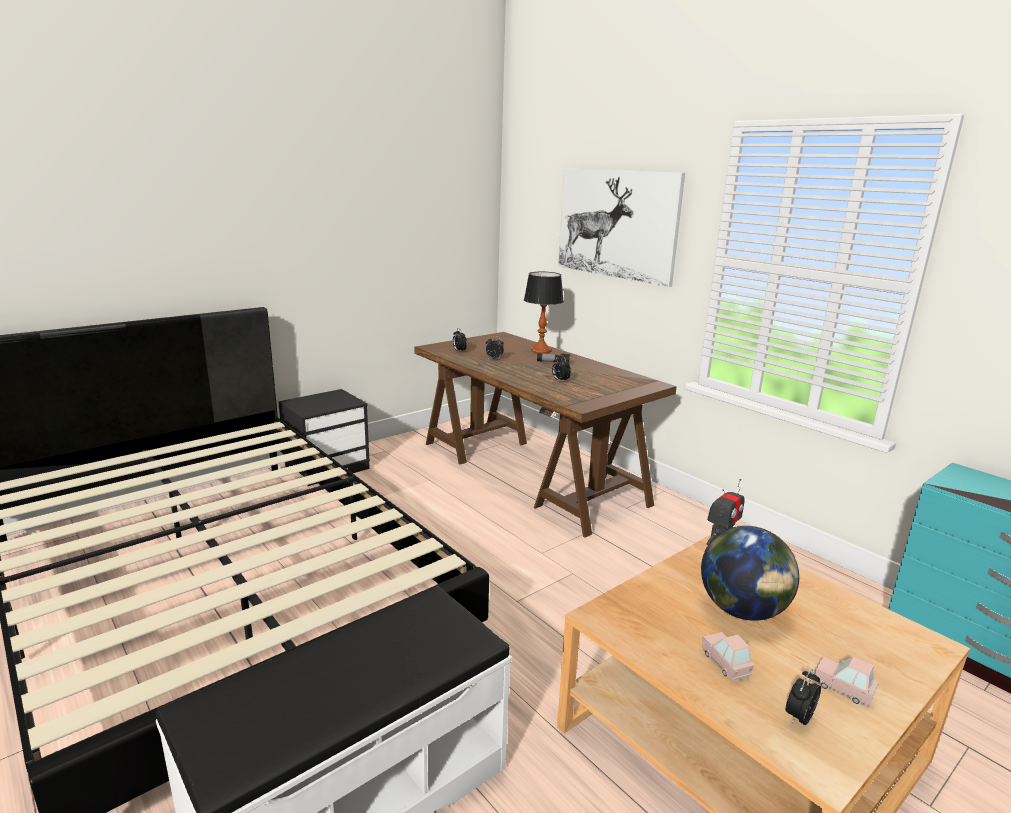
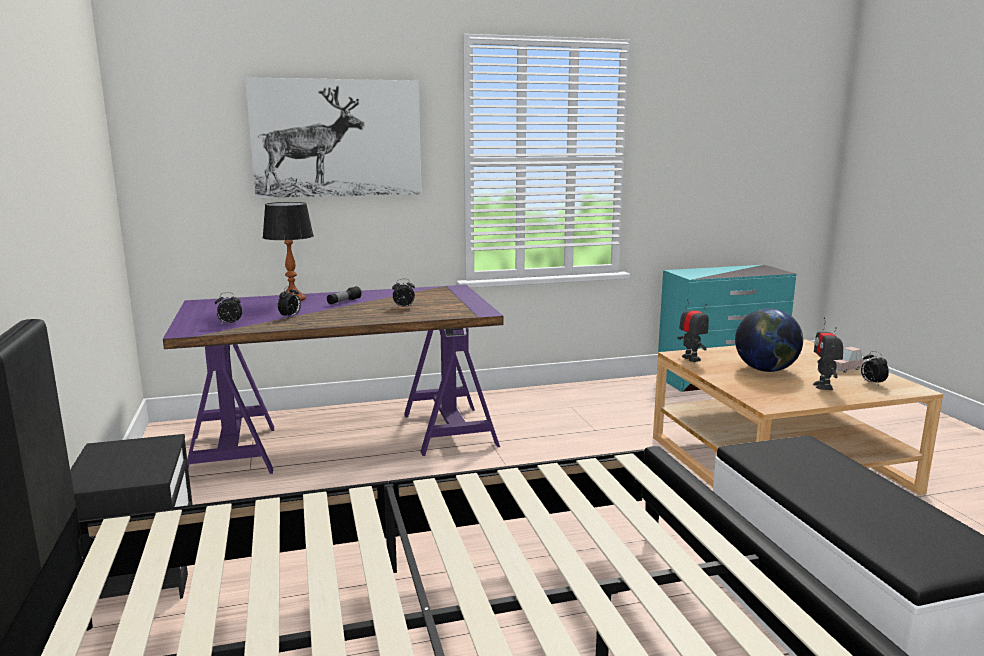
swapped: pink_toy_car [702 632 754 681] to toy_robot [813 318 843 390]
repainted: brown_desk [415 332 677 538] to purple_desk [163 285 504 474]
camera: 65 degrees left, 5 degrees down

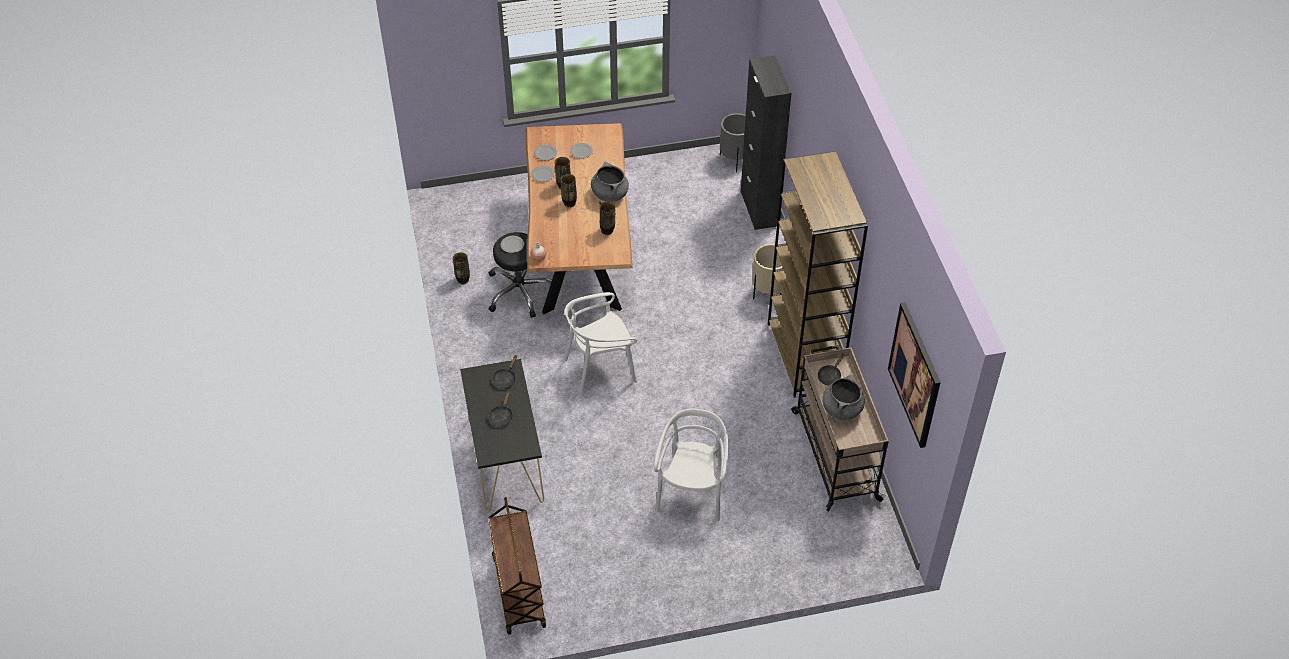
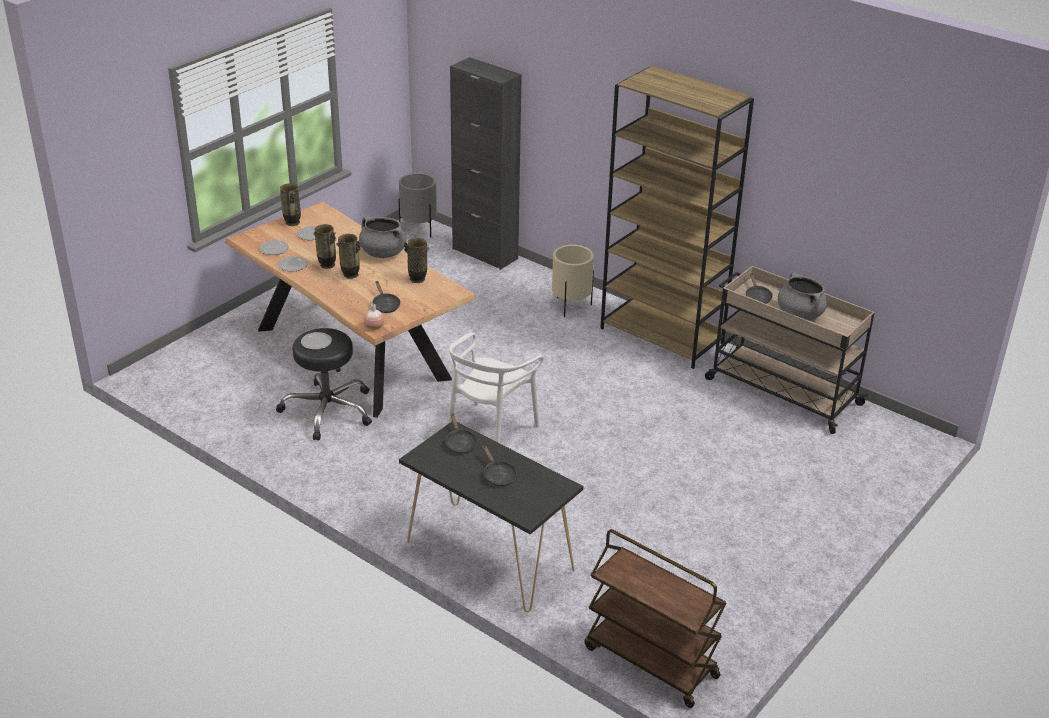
gone: white_chair [654 408 728 521]; picture [888 302 941 448]
new: black_frying_pan [372 281 400 313]
shifted: vase [453 252 470 284] to [280 183 301 226]
camera: 40 degrees left, 15 degrees down

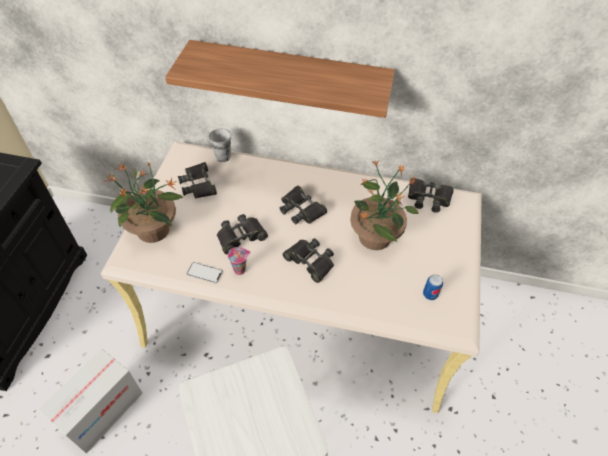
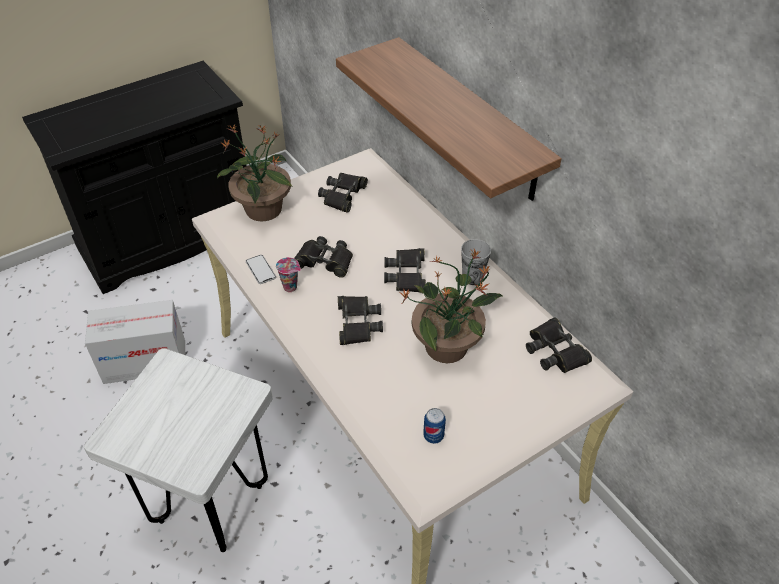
shifted: cup [209 128 231 162] to [461 239 491 285]
camera: 45 degrees right, 5 degrees down

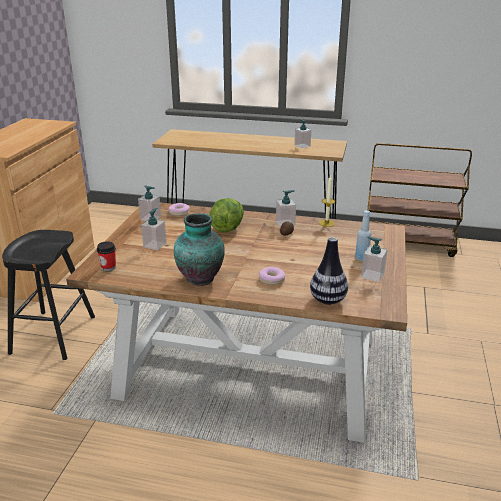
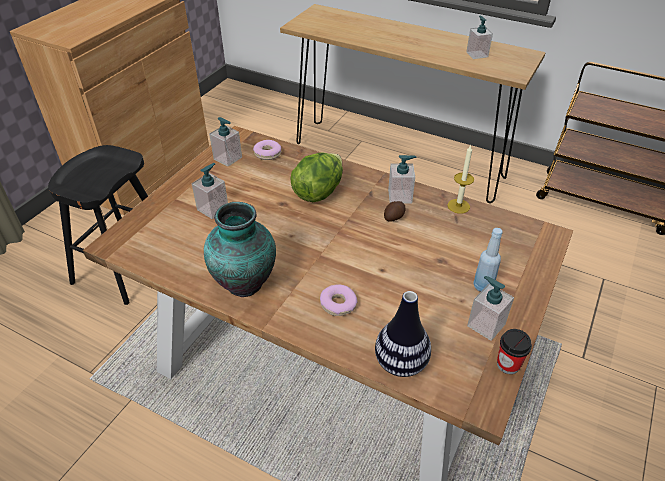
shifted: cup [97 241 116 271] to [497 329 532 374]
camera: 15 degrees right, 15 degrees up

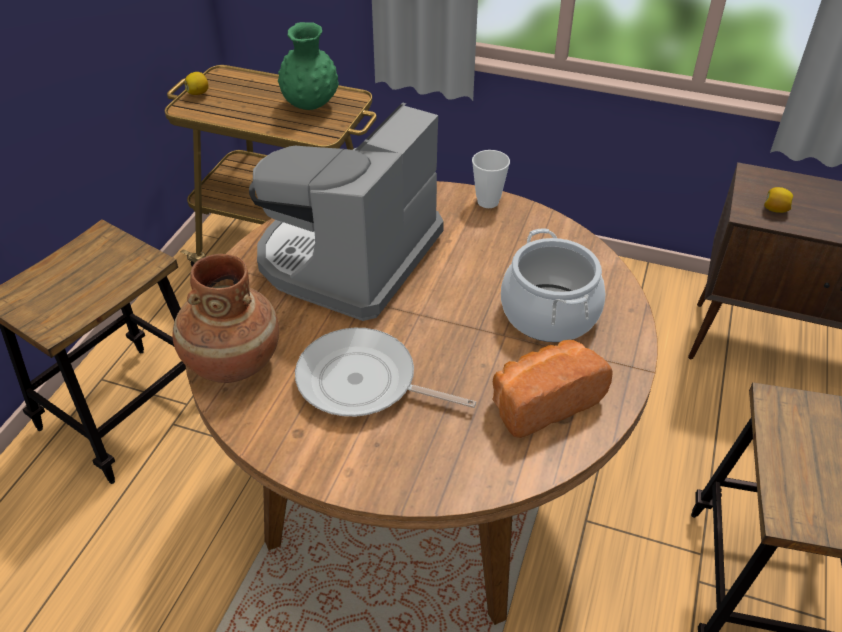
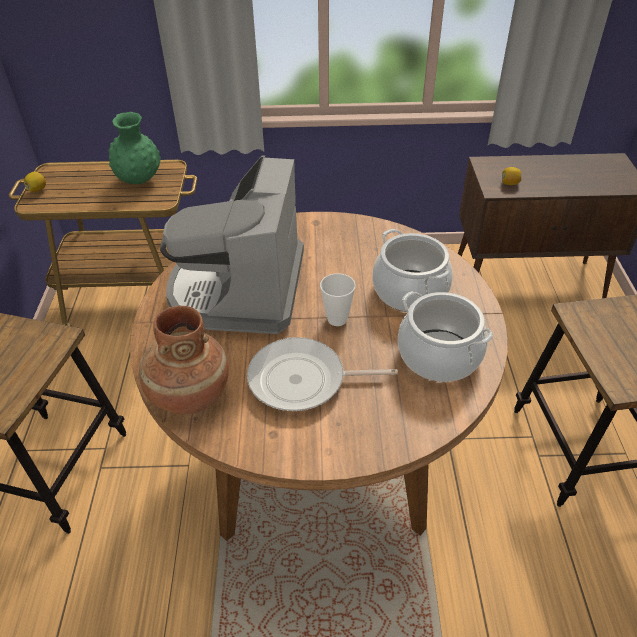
shifted: cup [472 150 510 208] to [320 273 356 326]
swapped: bread [492 340 613 438] to cooking_pot [398 291 493 382]
camera: 20 degrees left, 0 degrees up

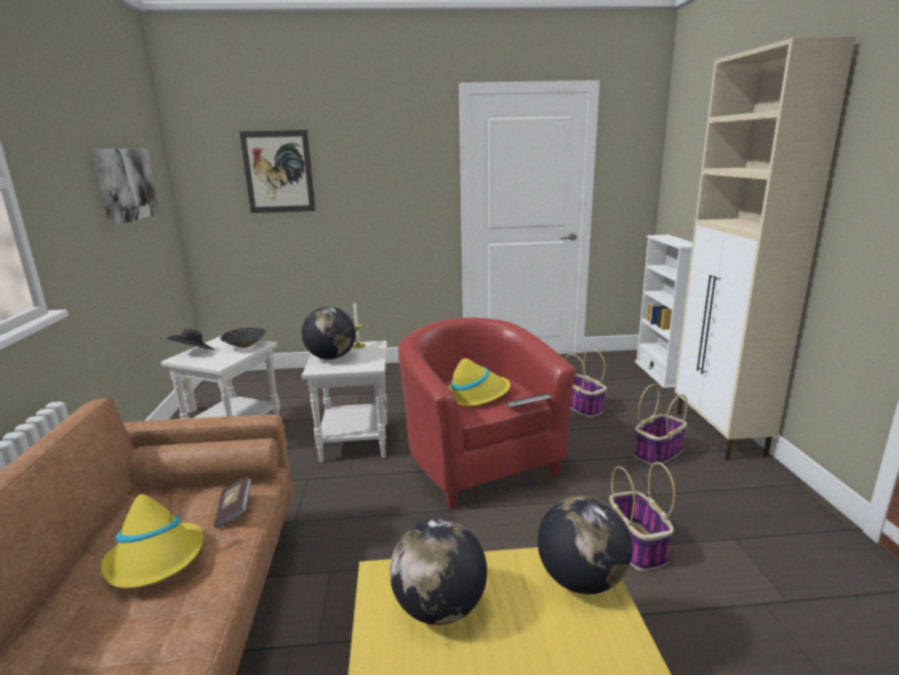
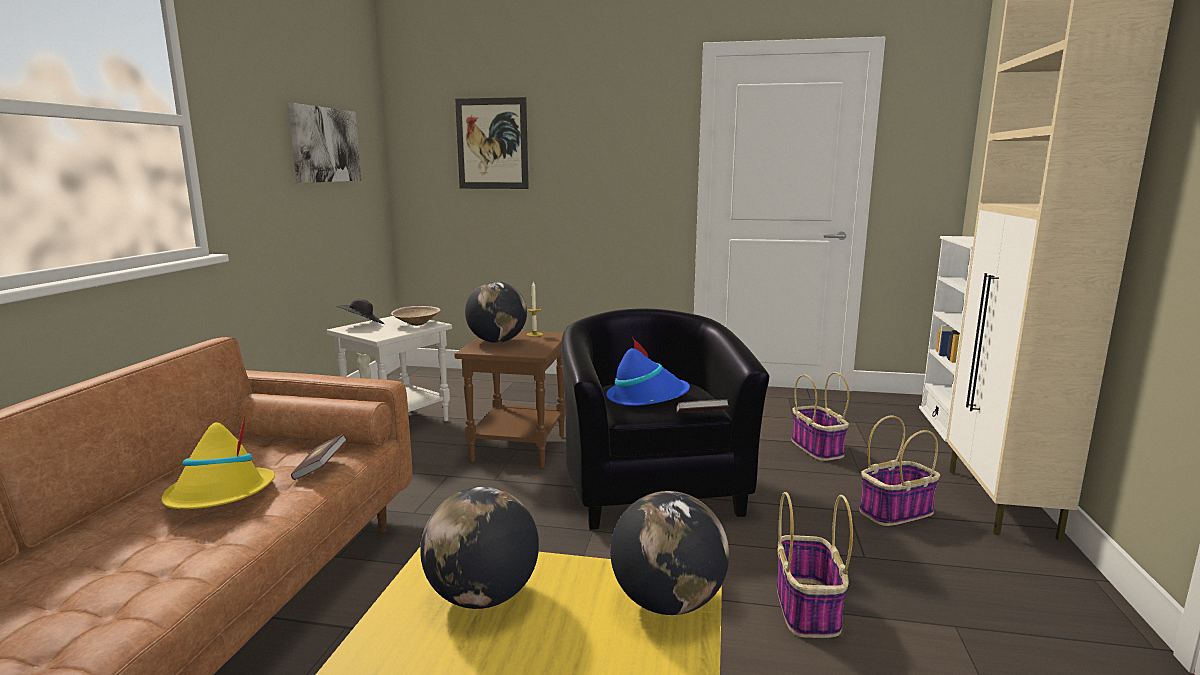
repainted: black_bowl [221 328 266 348] to beige_bowl [391 306 440 326]; white_side_table [302 341 387 462] to brown_side_table [454 331 566 468]; red_armchair [398 317 576 509] to black_armchair [561 309 769 530]; yellow_hat [447 349 510 406] to blue_hat [606 337 690 406]
camera: 15 degrees right, 5 degrees down

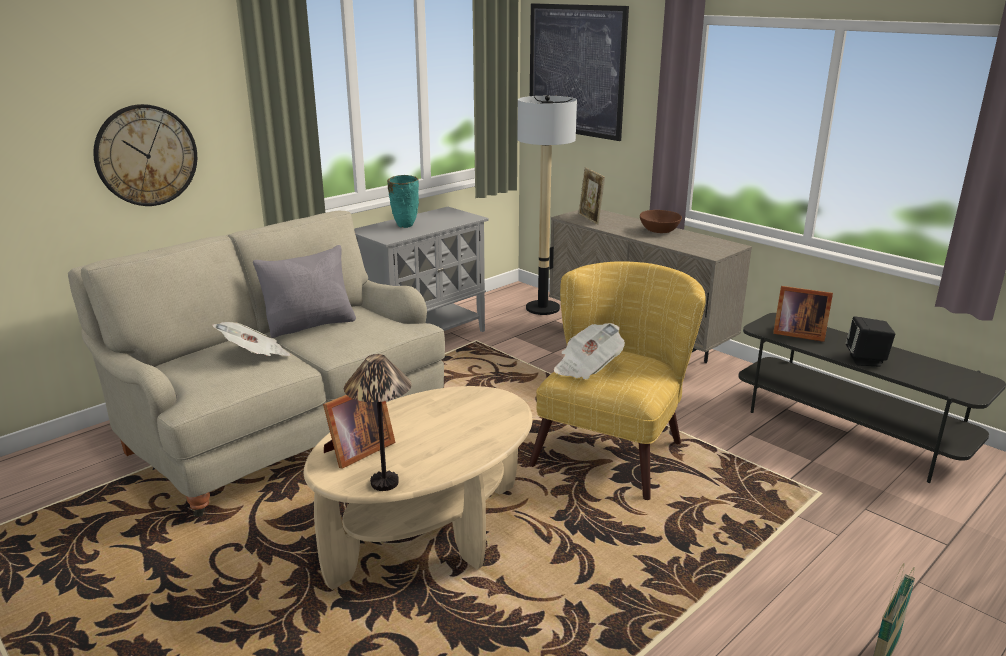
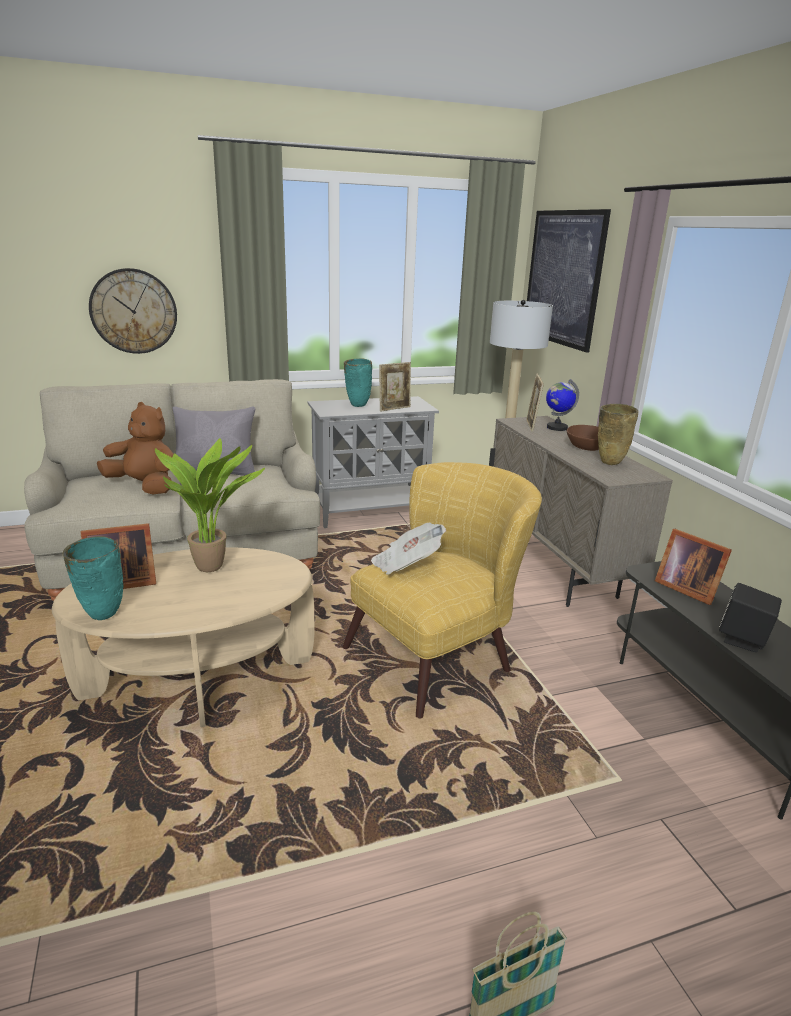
new: potted_plant [155 438 265 572]; picture_frame [379 362 411 412]; globe [546 379 579 431]; beige_vase [598 404 639 465]
swapped: newspaper [212 322 291 356] to brown_plush_toy [97 402 173 494]; table_lamp [344 354 412 491] to turquoise_vase [62 536 123 620]
camera: 25 degrees right, 0 degrees up

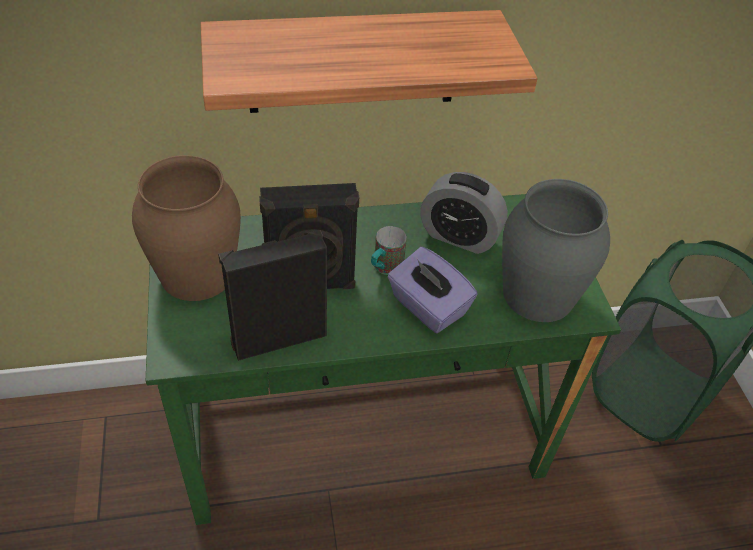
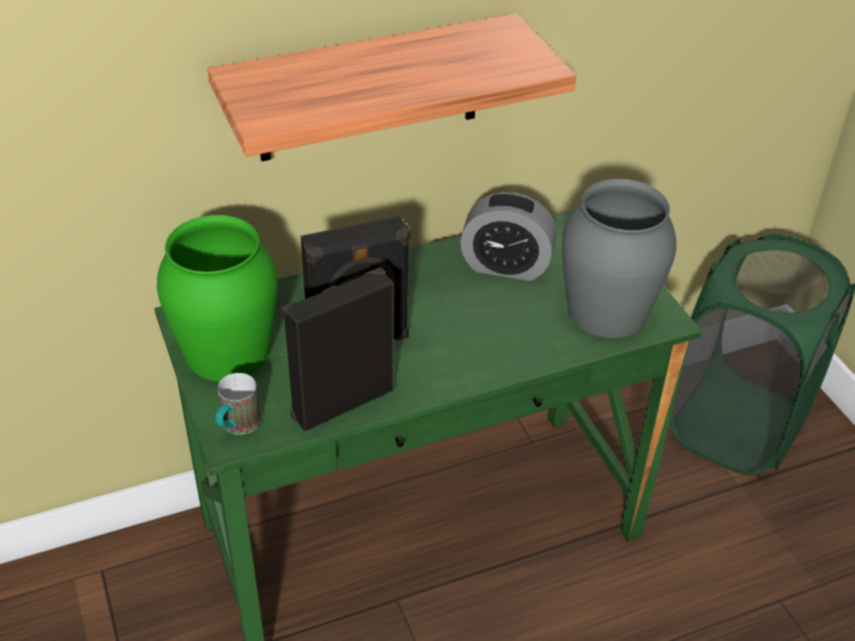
gone: purple_tissue_box [387 247 477 333]
shifted: mug [371 226 407 275] to [215 373 260 435]
repainted: brown_vase [132 155 241 301] to green_vase [157 215 278 381]
camera: 10 degrees left, 5 degrees down

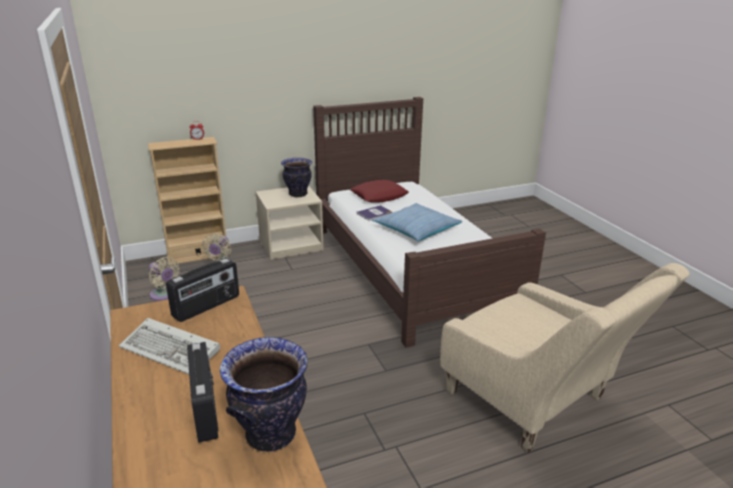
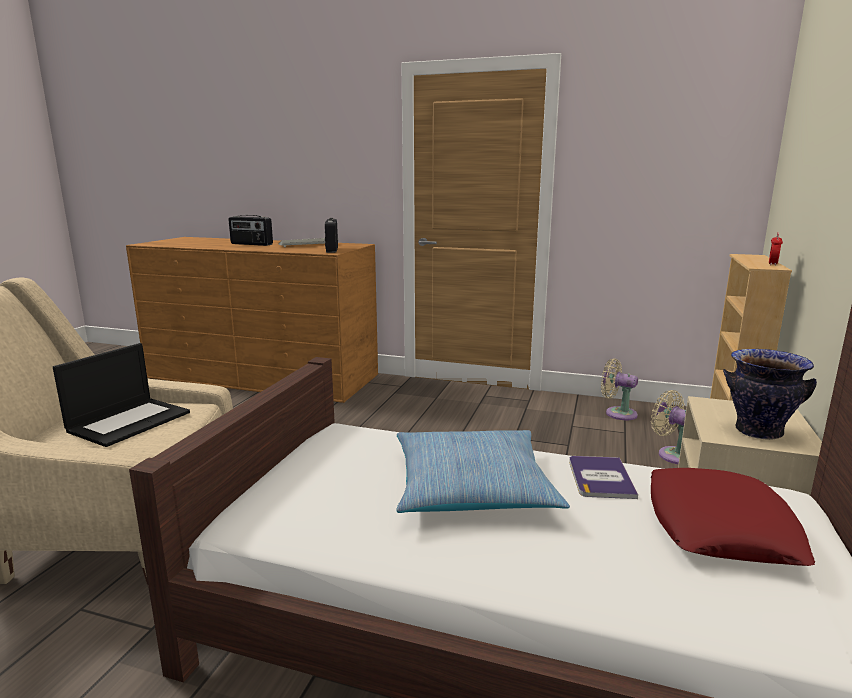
gone: vase [220 337 308 452]
new: laptop [53 343 190 447]
rotated: beige_fan [149 257 180 301] = [601 358 638 420] 45 degrees clockwise
camera: 130 degrees right, 10 degrees down

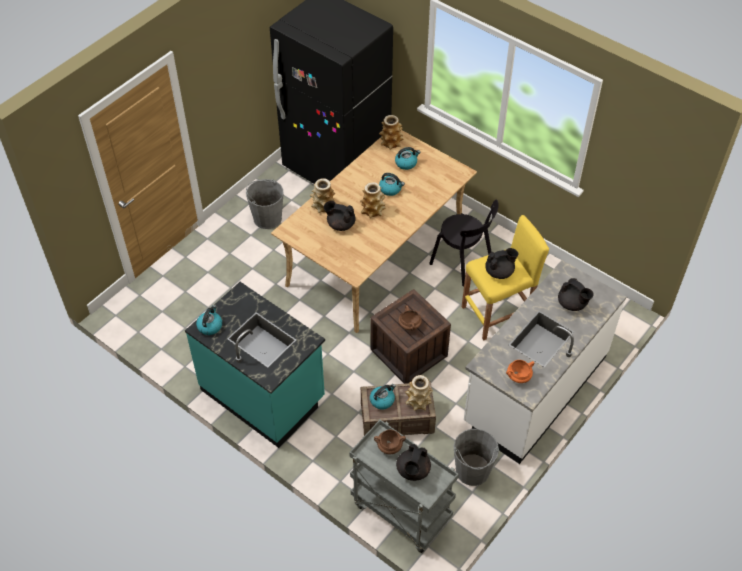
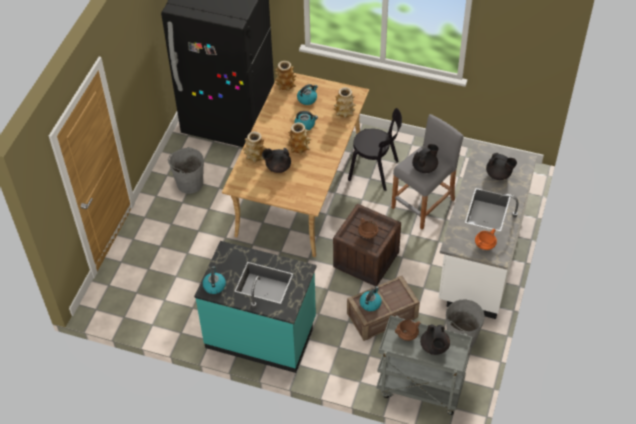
shifted: vase [405 375 433 411] to [334 87 356 118]
repainted: yellow_stool [462 215 549 340] to grey_stool [391 114 463 230]
camera: 20 degrees left, 0 degrees up

